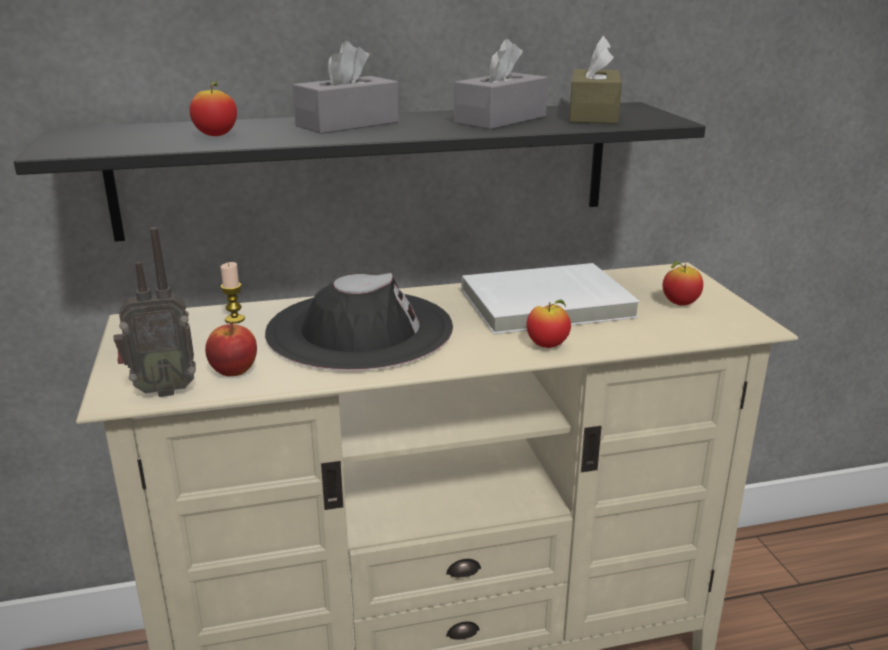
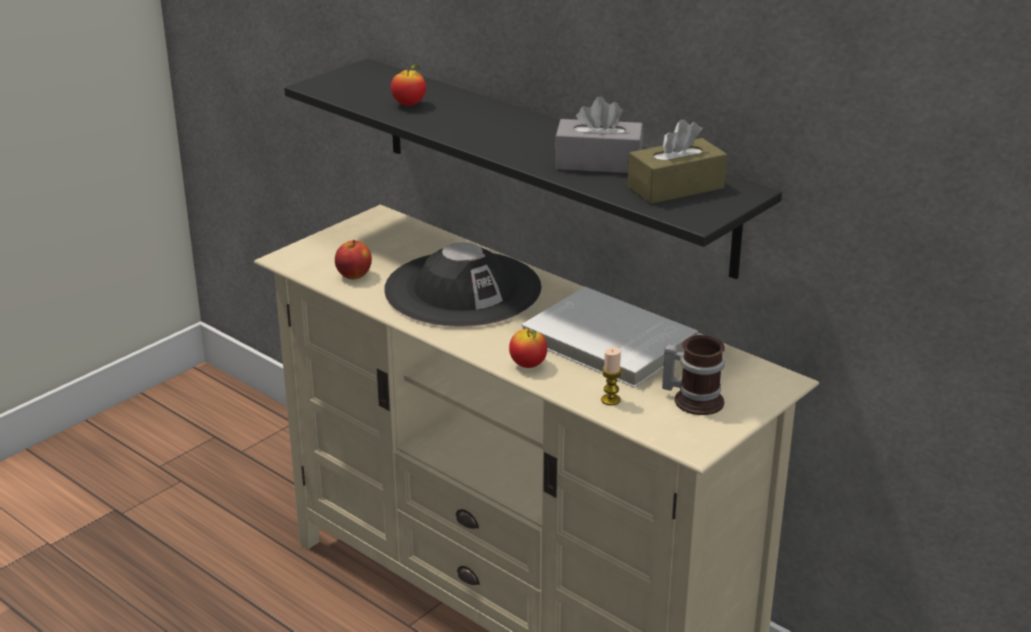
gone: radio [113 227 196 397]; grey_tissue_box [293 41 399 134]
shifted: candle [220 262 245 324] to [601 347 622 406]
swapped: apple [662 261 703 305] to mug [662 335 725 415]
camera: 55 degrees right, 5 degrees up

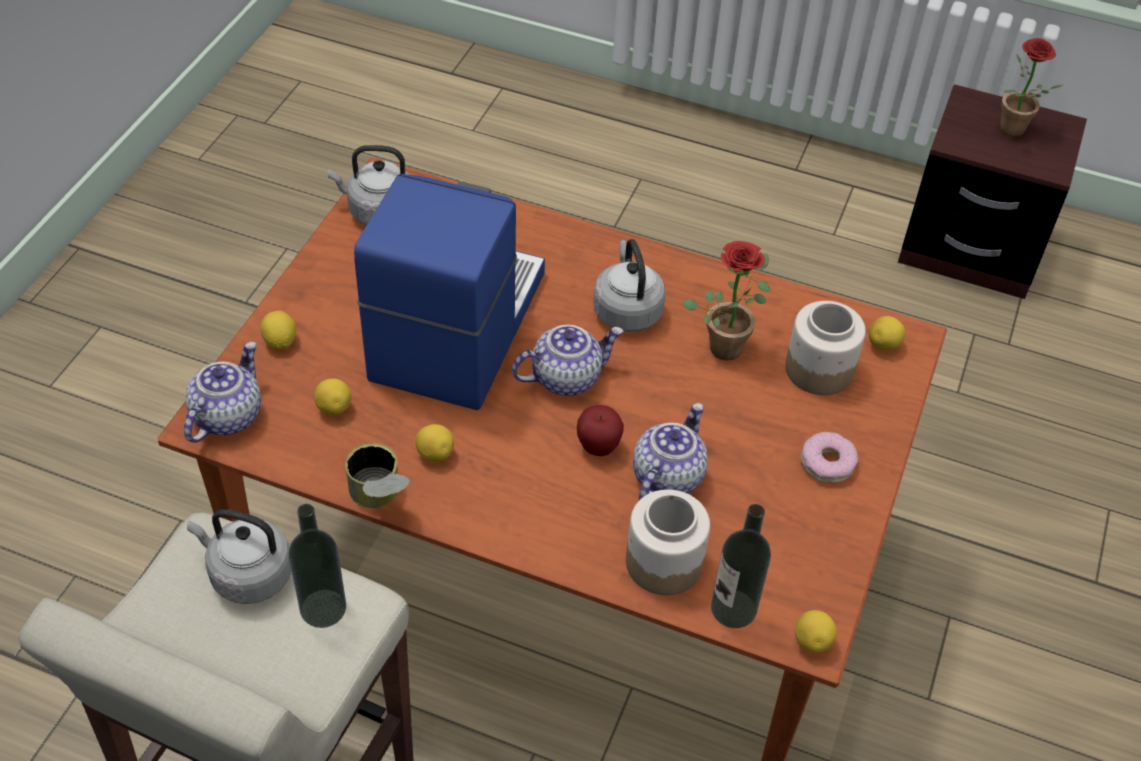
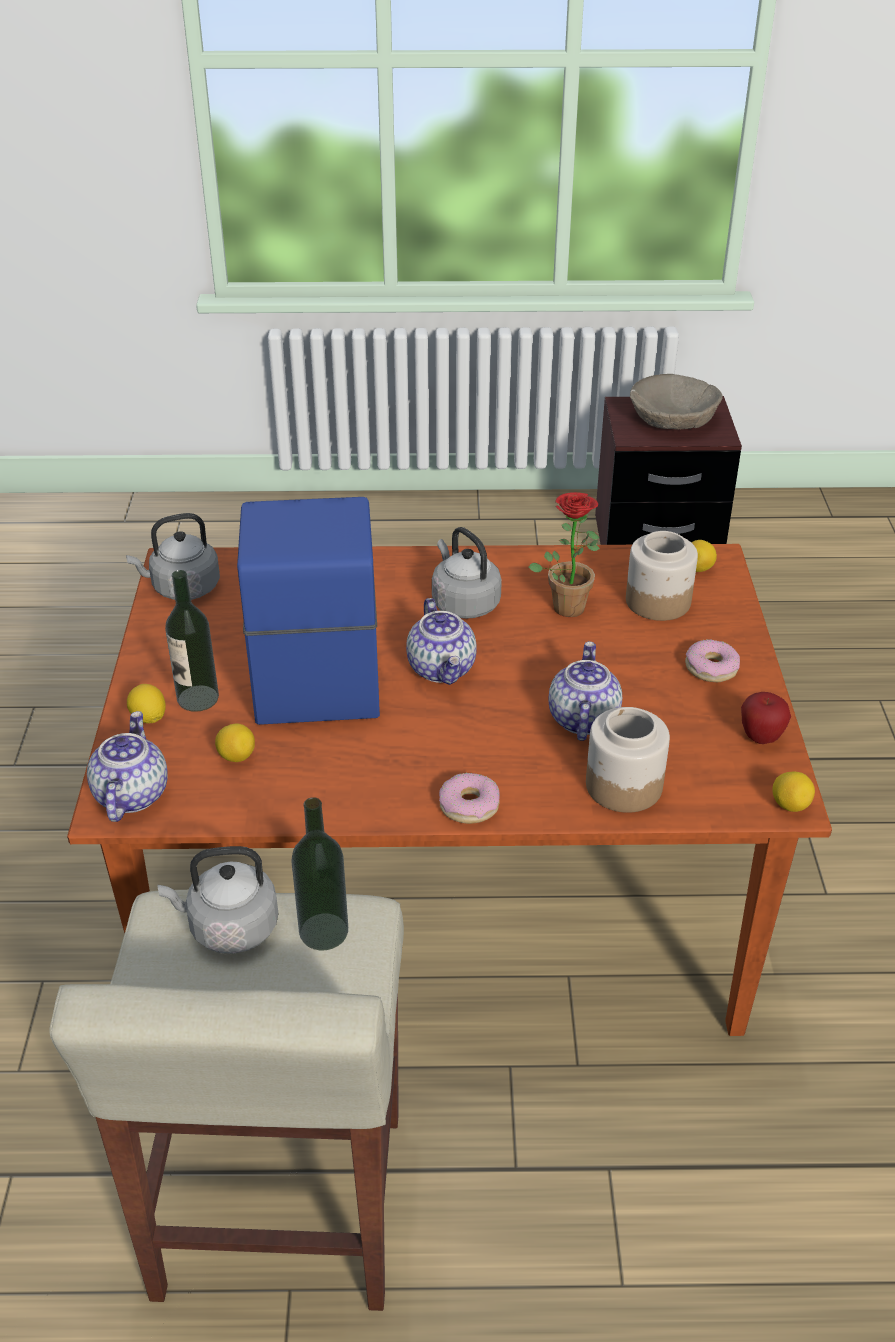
gone: can [345 443 410 508]; lemon [415 424 454 462]
new: donut [439 773 500 824]
shifted: apple [577 405 624 456] to [741 692 791 744]; bottle [711 504 771 628] to [165 570 219 712]
swapped: potted_plant [1000 38 1063 137] to beige_bowl [630 374 723 430]
rotated: teapot [512 325 624 396] = [406 598 477 685] 120 degrees clockwise
camera: 20 degrees left, 10 degrees down

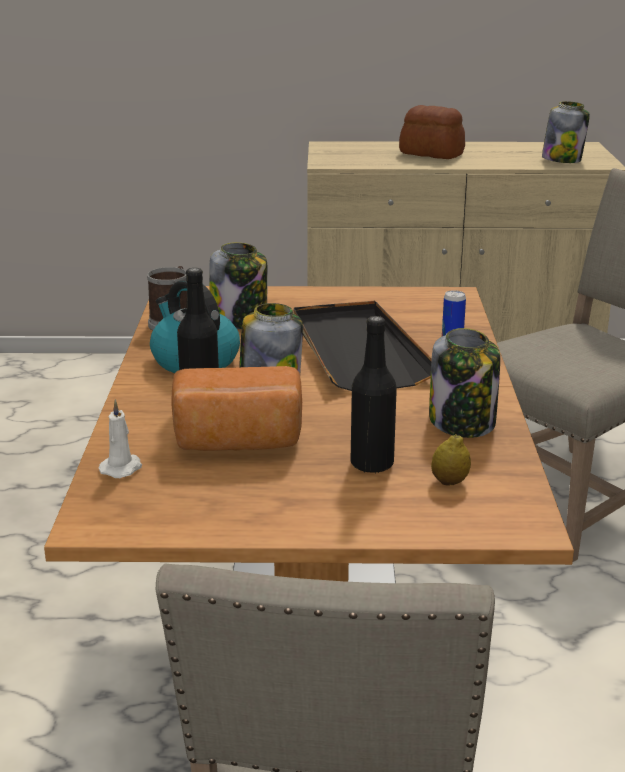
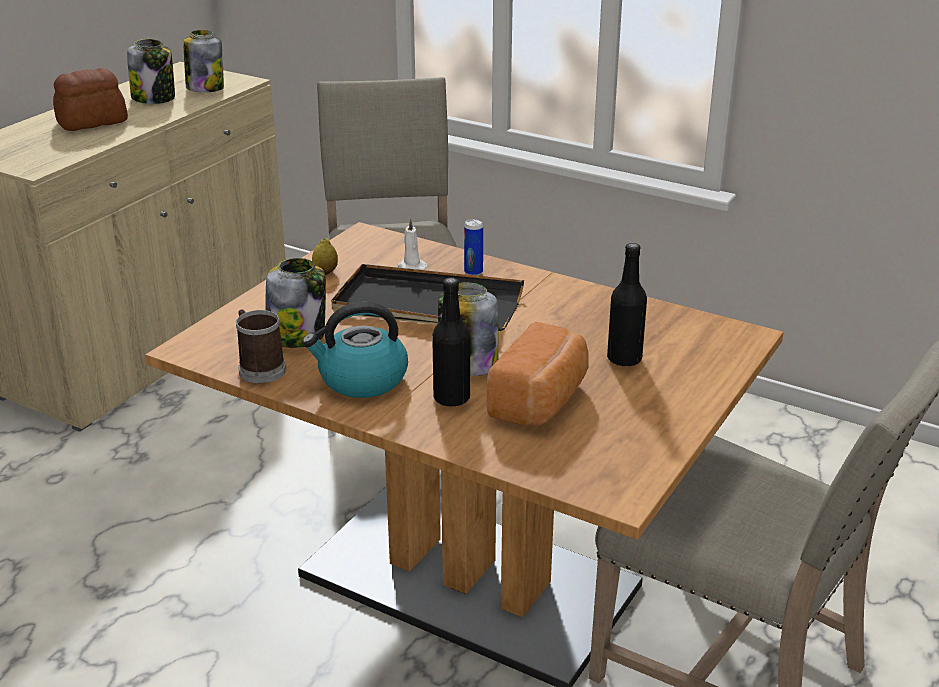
shifted: white_candle [99 399 142 478] to [398 218 427 270]; jar [429 328 500 438] to [127 39 175 104]; lemon [431 434 471 485] to [312 238 338 275]
camera: 60 degrees left, 5 degrees up

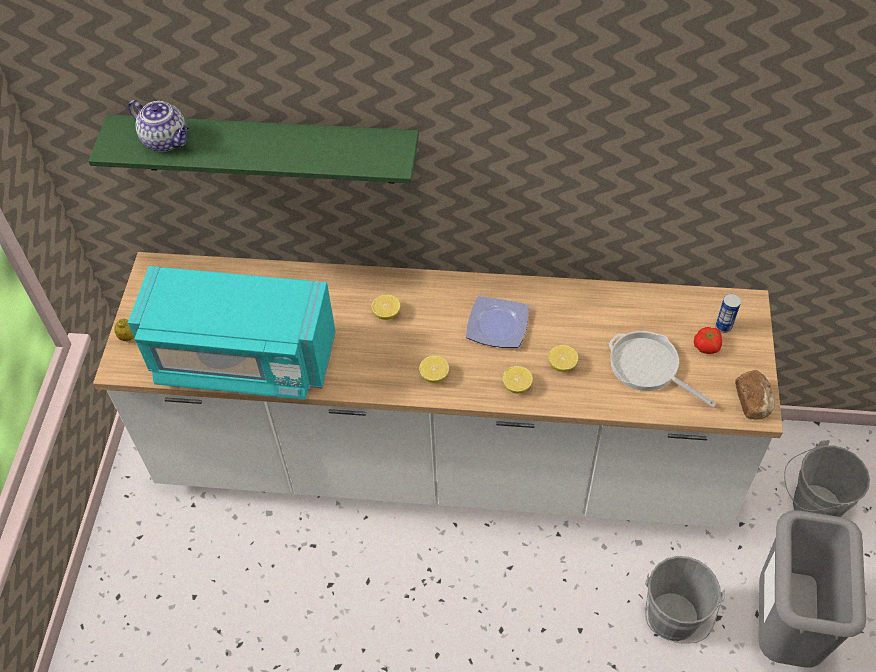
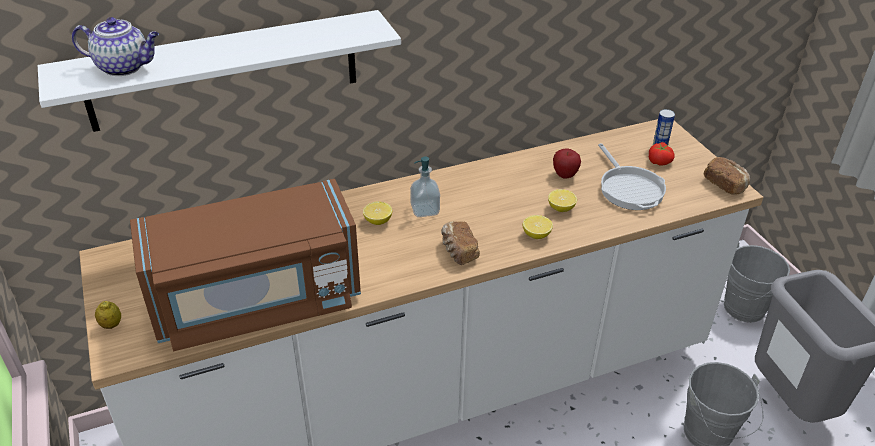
gone: plate [466 296 529 348]
new: soap_dispenser [410 157 440 217]; apple [553 149 581 179]
swapped: lemon [419 356 449 382] to bread [441 221 480 265]
repainted: green_shelf [88 114 419 183] to white_shelf [38 10 401 132]; turquoise_microwave [128 266 336 400] to brown_microwave [130 179 361 351]
rotated: frying_pan [609 331 716 408] = [598 143 666 210] 120 degrees counterclockwise
camera: 30 degrees left, 15 degrees down

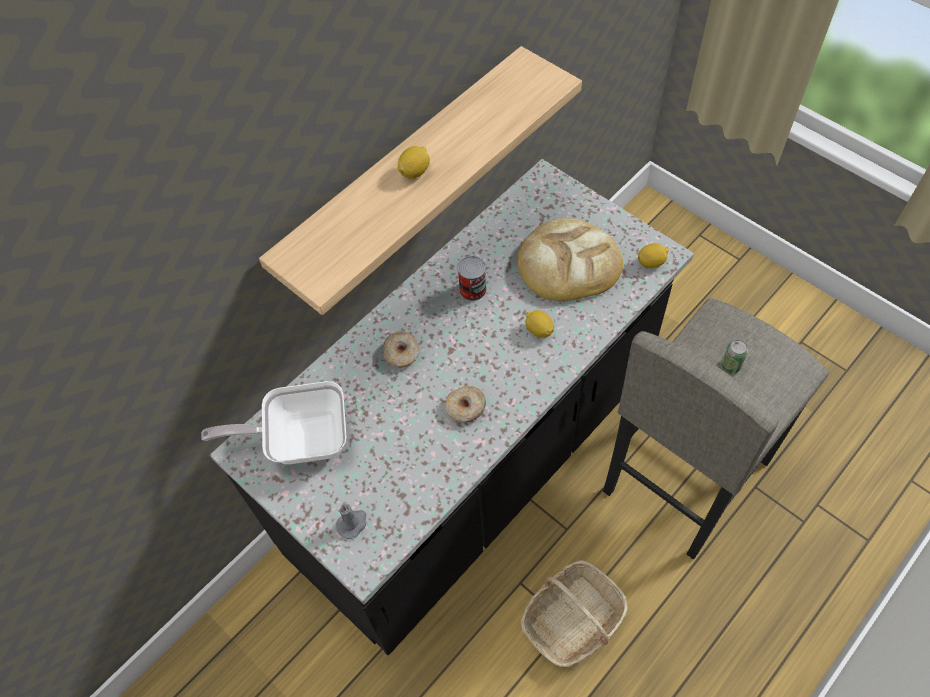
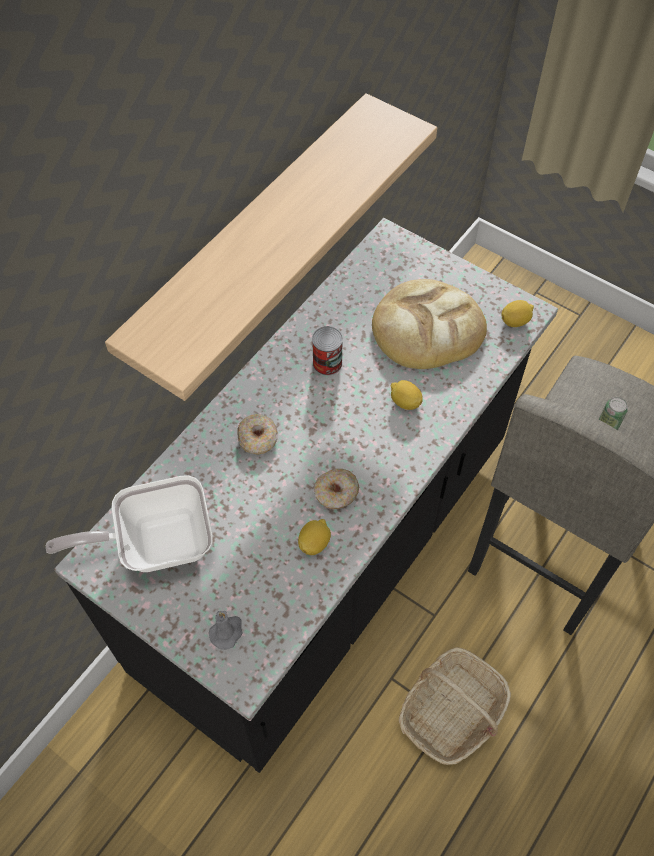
shifted: lemon [398 146 430 179] to [298 519 331 555]
camera: 10 degrees left, 0 degrees up

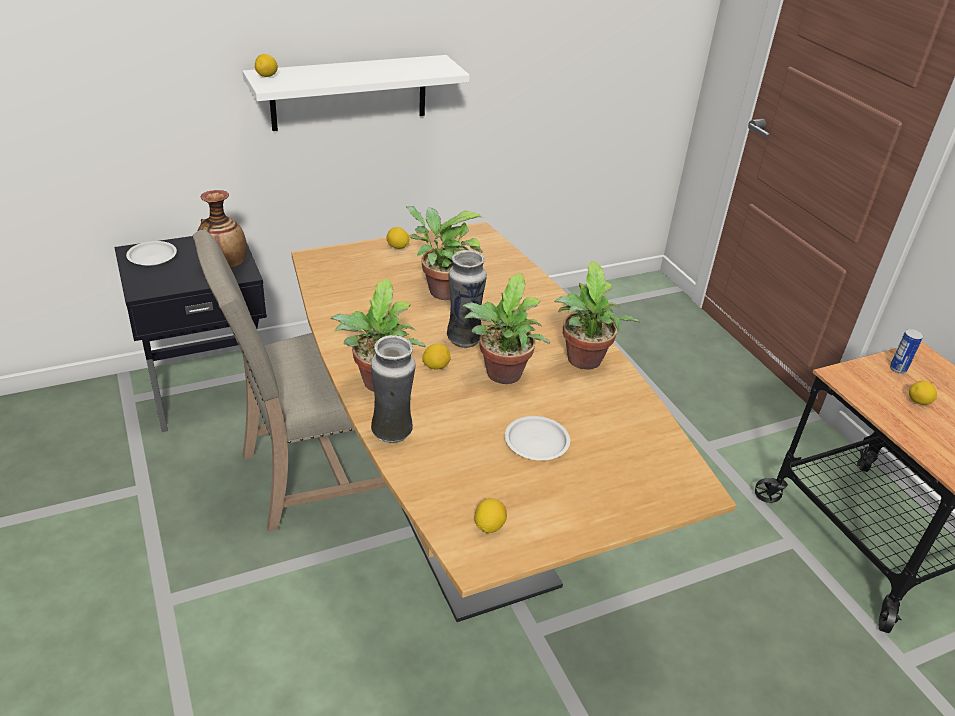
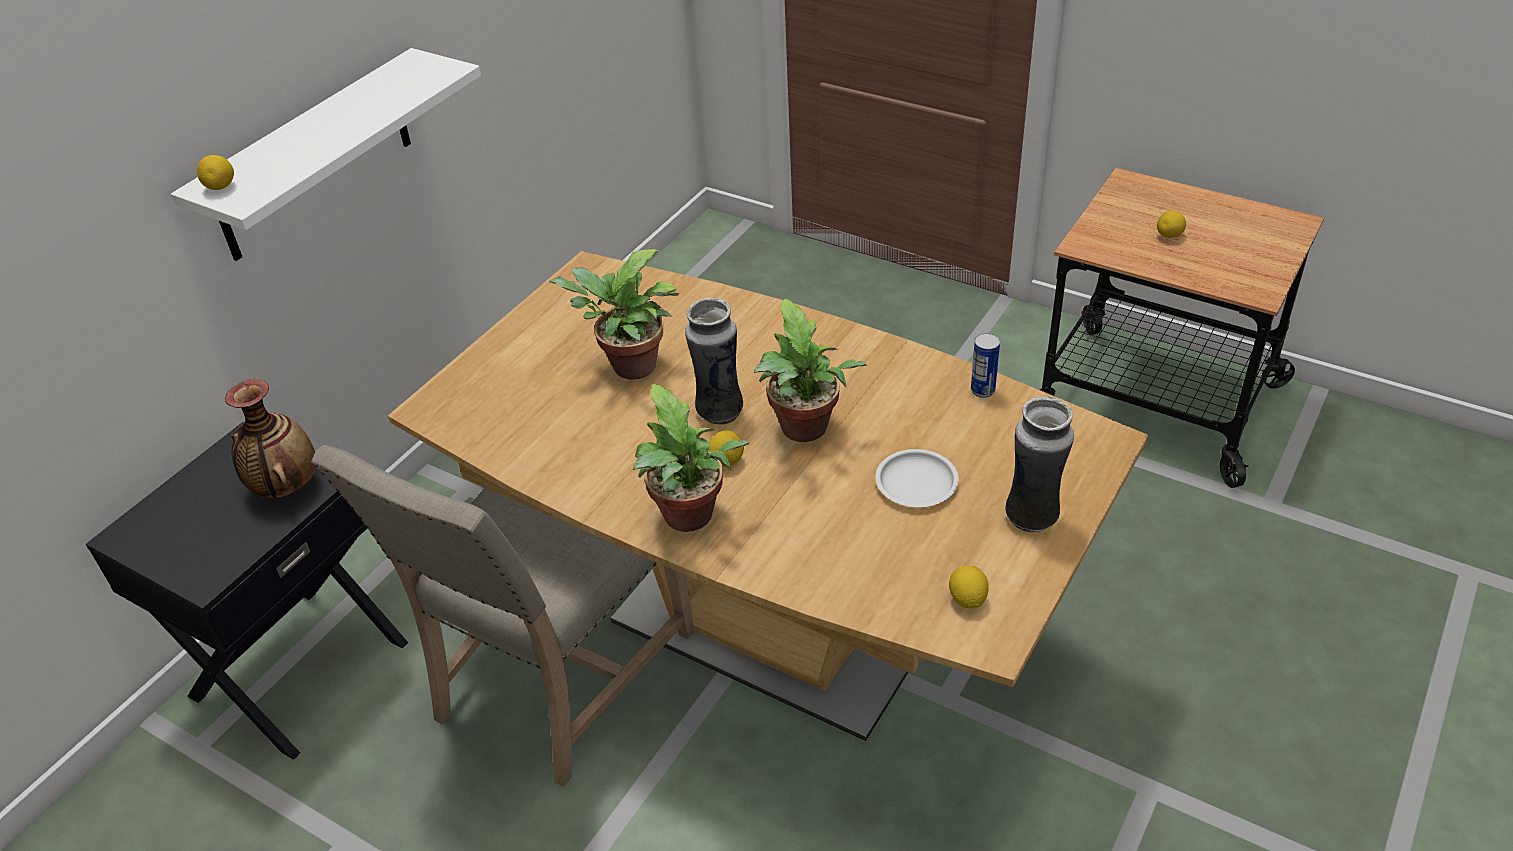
gone: white_plate [126 241 177 266]; lemon [386 227 410 249]; potted_plant [555 261 640 370]
shifted: vase [371 335 415 443] to [1005 396 1074 532]; can [890 329 923 374] to [971 333 1000 398]
camera: 30 degrees left, 5 degrees up

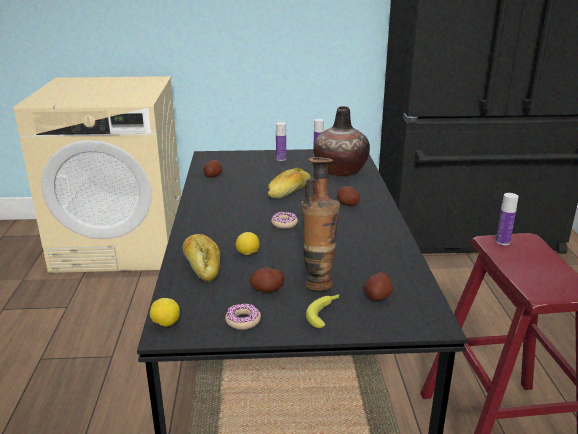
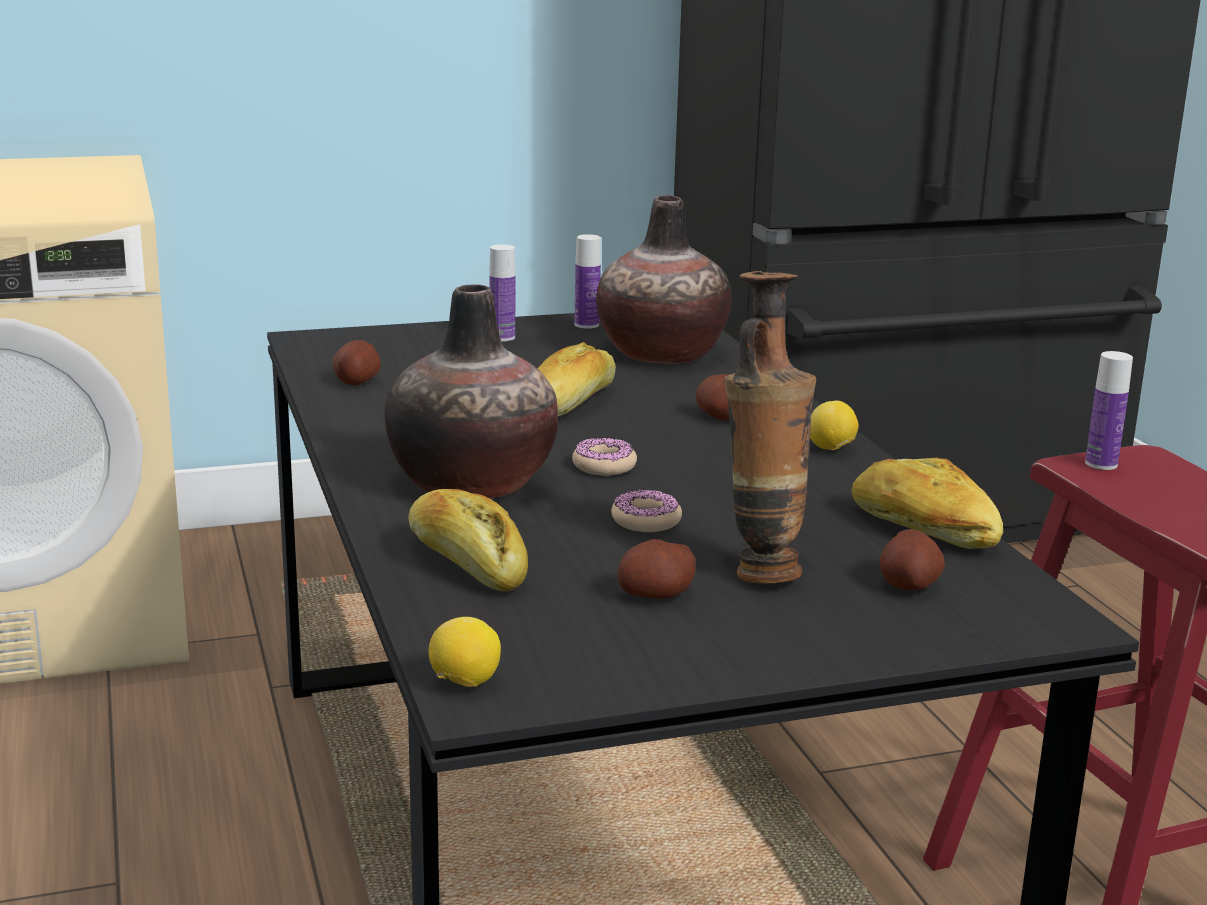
gone: banana [306 294 339 328]
new: vase [384 284 558 498]; bread [851 458 1003 549]
shifted: donut [225 303 261 330] to [611 489 682 532]; lemon [236 232 259 255] to [810 401 859 450]
camera: 15 degrees left, 5 degrees down

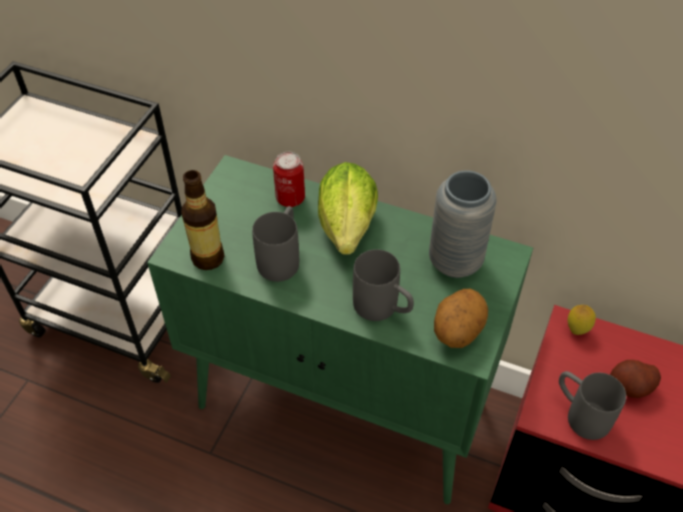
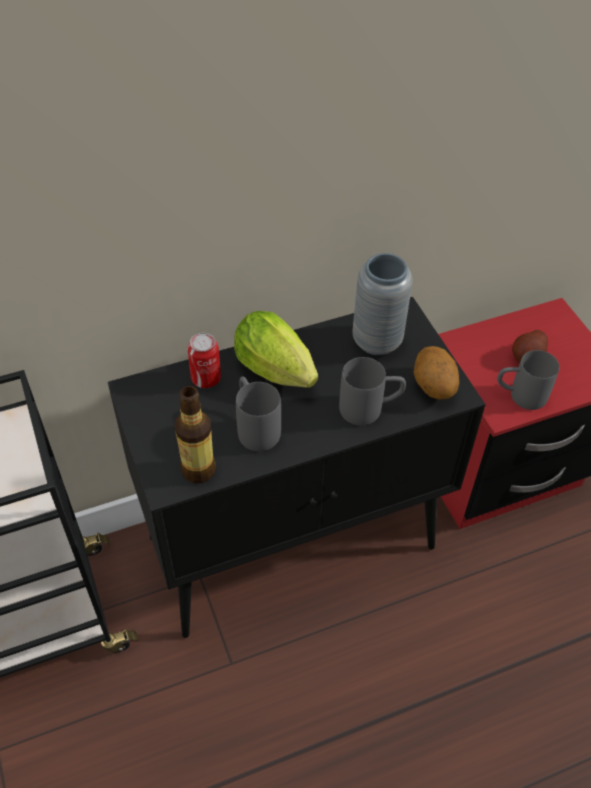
gone: lemon [568 305 596 335]
repainted: green_cabinet [147 155 533 504] to black_cabinet [108 297 486 638]
camera: 45 degrees left, 0 degrees up

